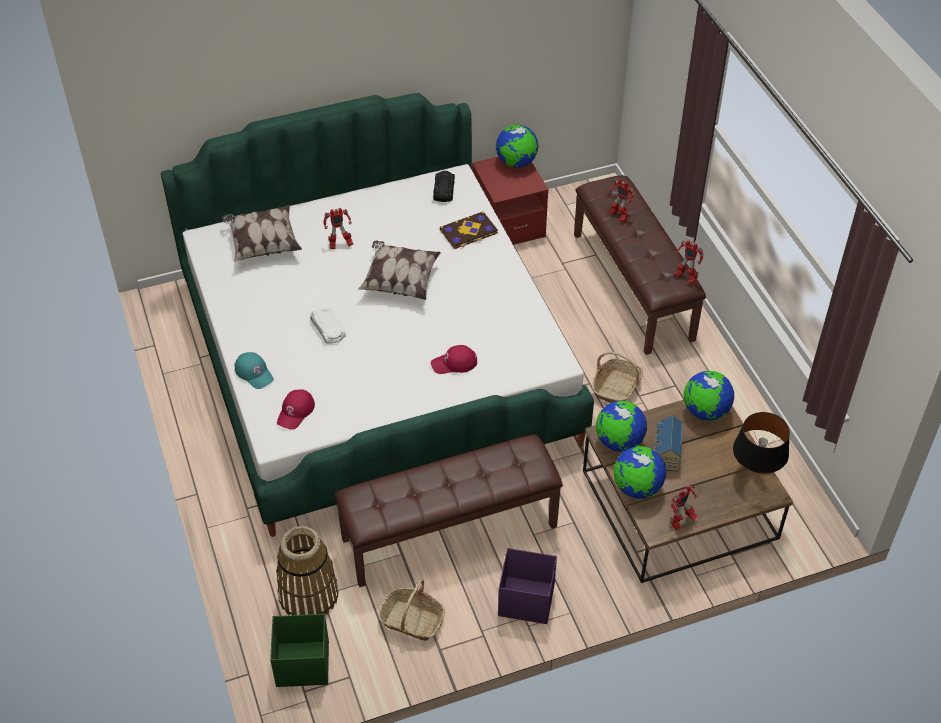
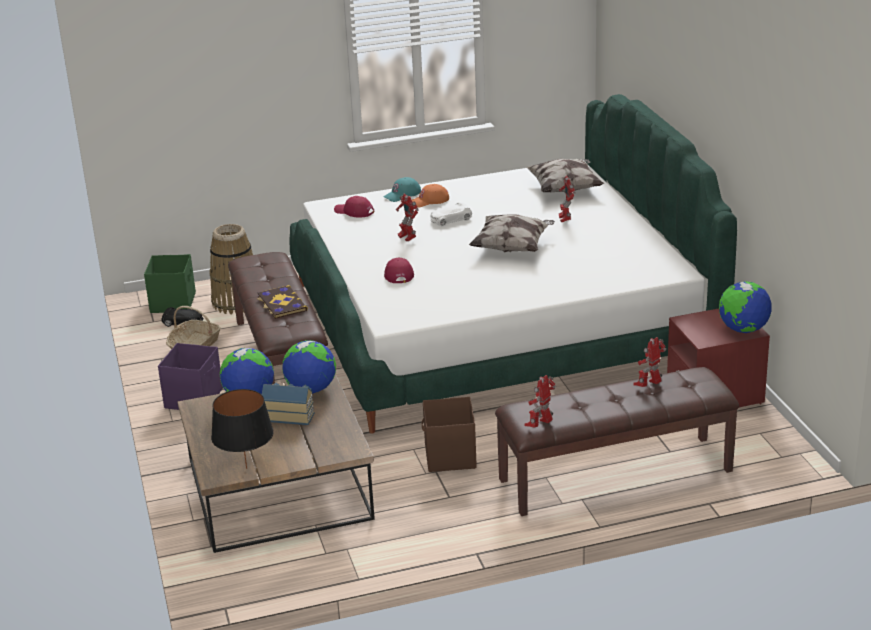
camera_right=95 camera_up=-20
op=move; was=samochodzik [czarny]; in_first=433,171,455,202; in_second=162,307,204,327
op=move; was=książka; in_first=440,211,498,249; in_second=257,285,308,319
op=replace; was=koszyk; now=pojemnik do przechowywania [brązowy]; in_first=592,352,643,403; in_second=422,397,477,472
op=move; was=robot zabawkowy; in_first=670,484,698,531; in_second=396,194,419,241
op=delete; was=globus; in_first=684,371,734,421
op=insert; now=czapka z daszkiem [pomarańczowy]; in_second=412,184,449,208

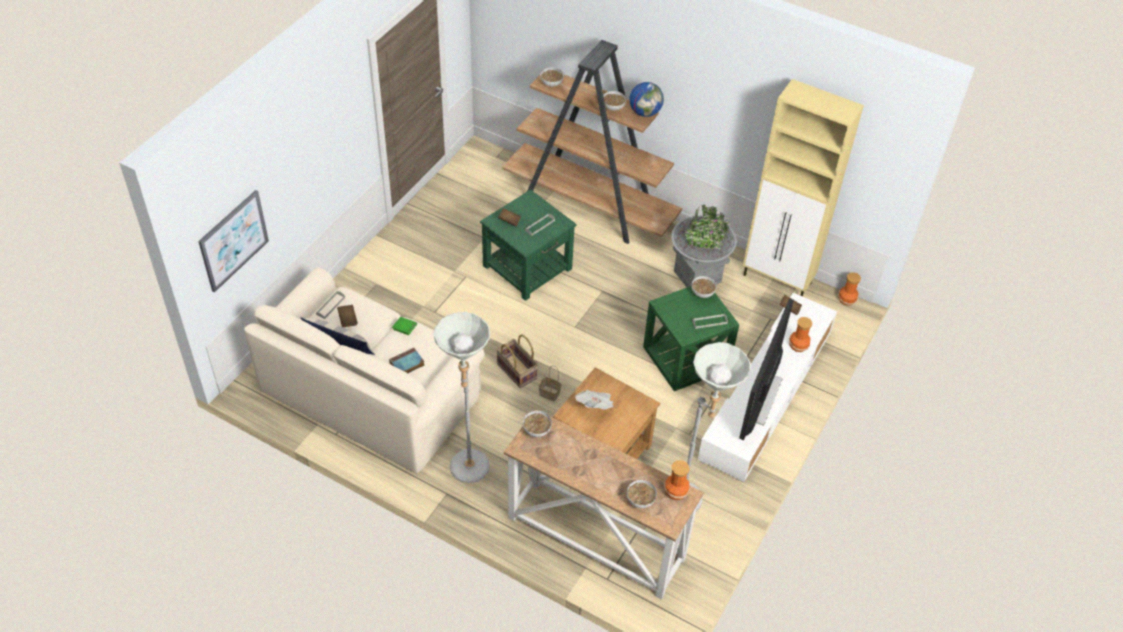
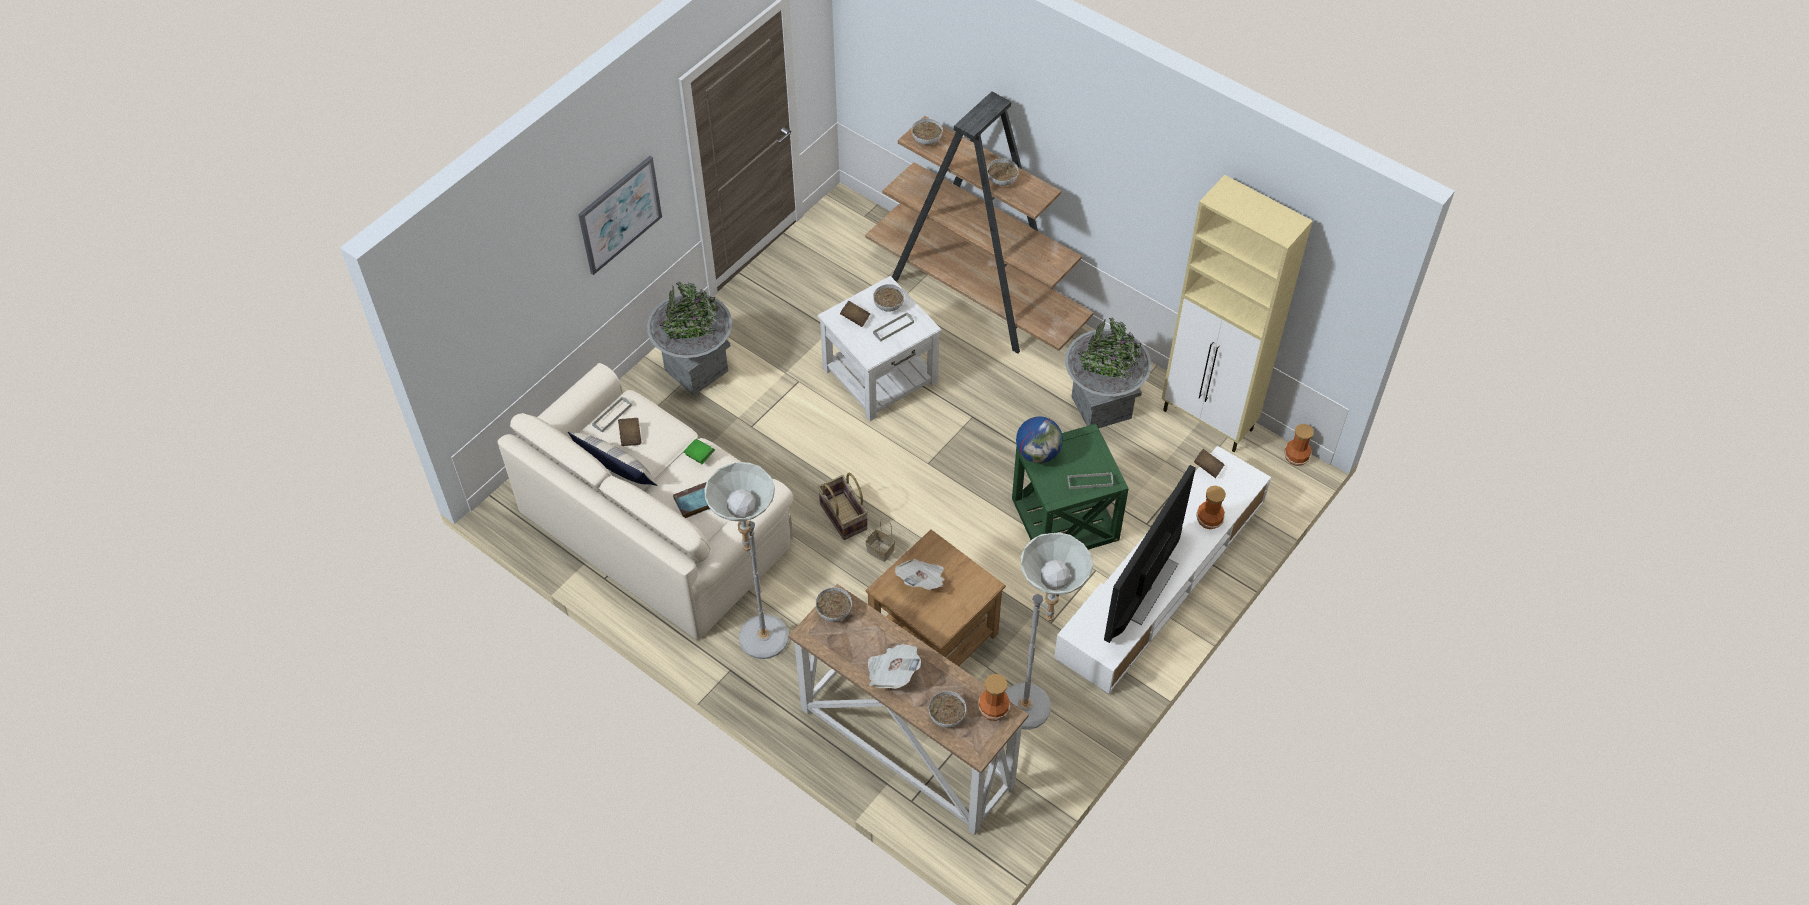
camera_right=10 camera_up=5
op=move; was=obraz; in_first=198,190,269,292; in_second=578,156,662,275
op=recolor; was=stolik [zielony]; now=stolik [biały]; in_first=480,190,577,301; in_second=817,276,942,421
op=move; was=globus; in_first=630,82,664,117; in_second=1016,416,1063,463
op=move; was=miska; in_first=692,276,717,298; in_second=873,284,904,312
op=insert; now=donica [szary]; in_second=647,282,732,396
op=insert; now=gazeta; in_second=868,644,921,689

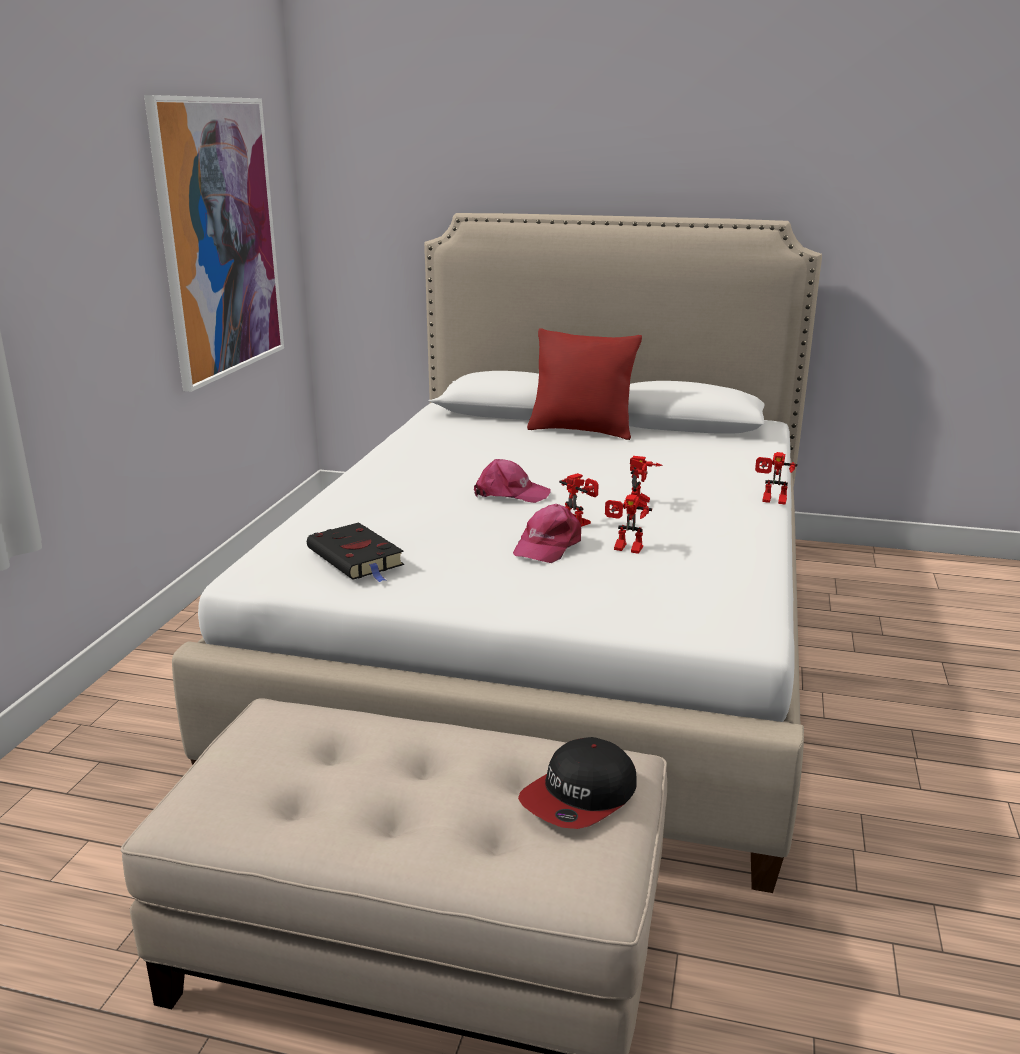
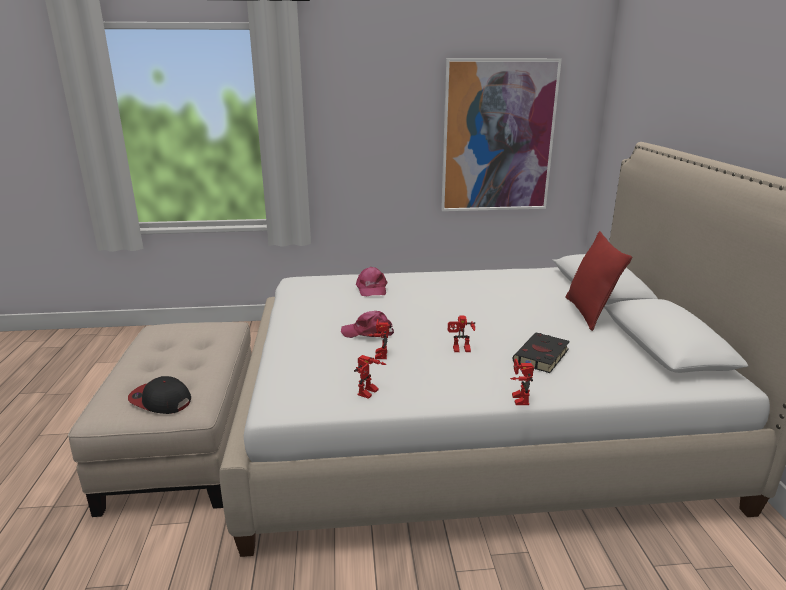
camera_right=70 camera_up=0
op=move; was=książka [czarny]; in_first=307,522,404,582; in_second=513,333,570,373
op=move; was=czapka z daszkiem [różowy]; in_first=474,459,551,503; in_second=356,267,387,296
op=move; was=robot zabawkowy; in_first=559,473,599,527; in_second=354,355,386,399

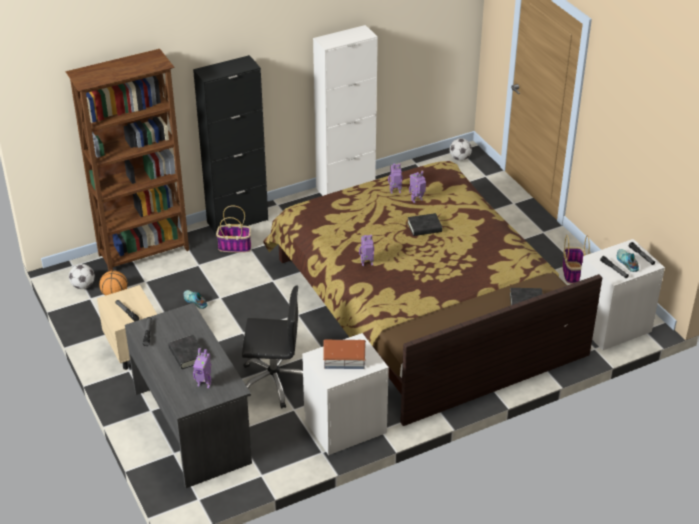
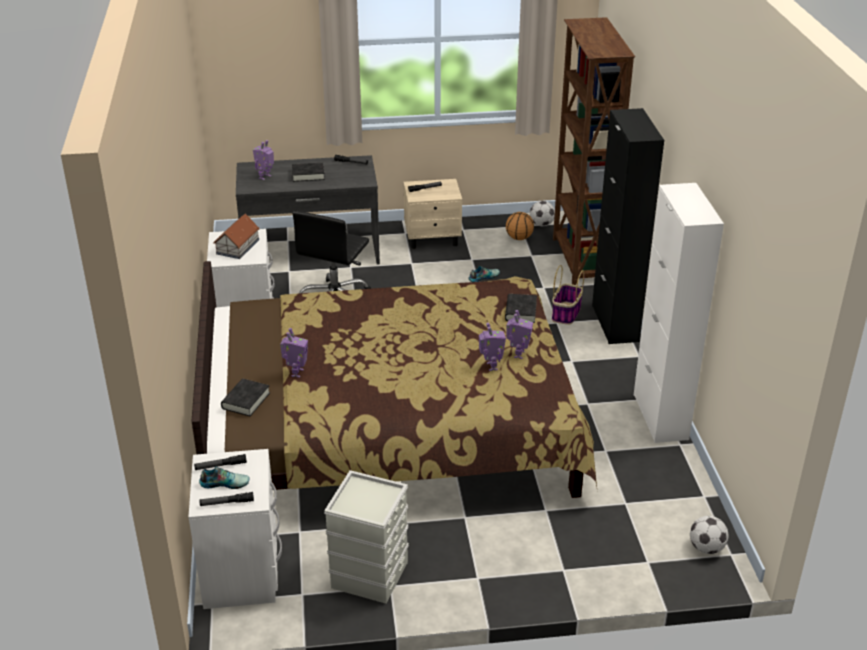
camera_right=110 camera_up=-5
op=move; was=robot zabawkowy; in_first=359,234,374,266; in_second=280,328,308,378
op=move; was=książka [czarny]; in_first=407,213,442,236; in_second=505,294,537,323
op=replace; was=koszyk; now=pojemnik do przechowywania [szary]; in_first=562,235,590,284; in_second=324,470,409,604

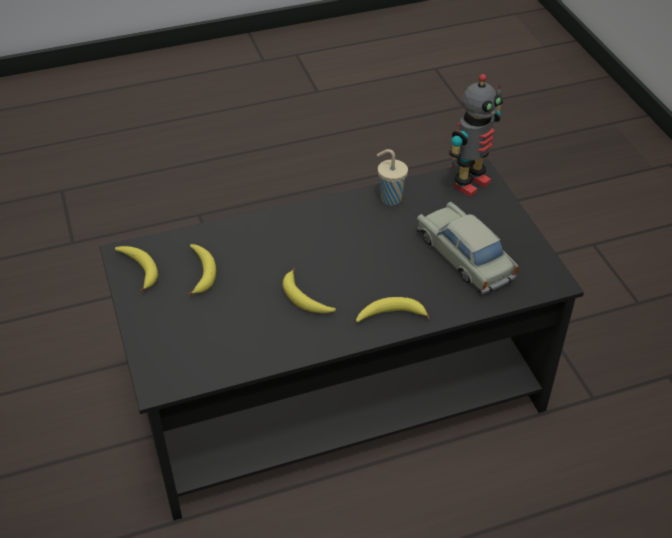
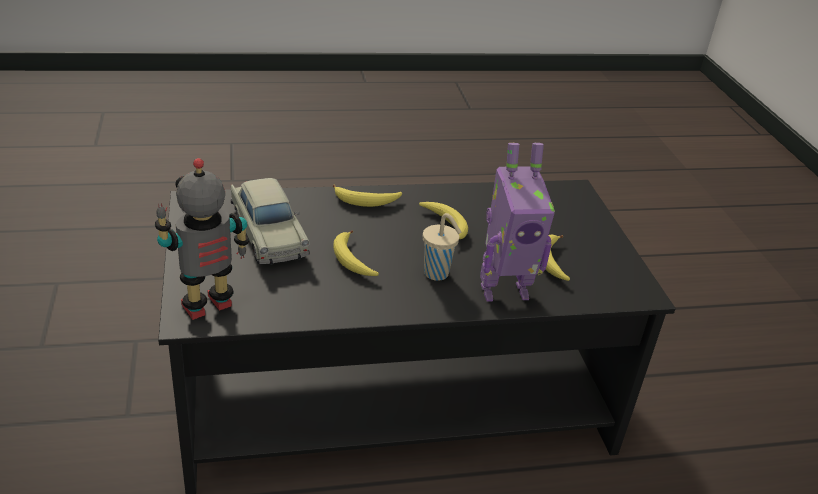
camera_right=-175 camera_up=-10
op=move; was=banan; in_first=115,246,158,292; in_second=333,230,379,276
op=move; was=filiżanka [beżowy]; in_first=377,149,408,206; in_second=423,213,461,281
op=insert; now=robot zabawkowy; in_second=480,143,555,302

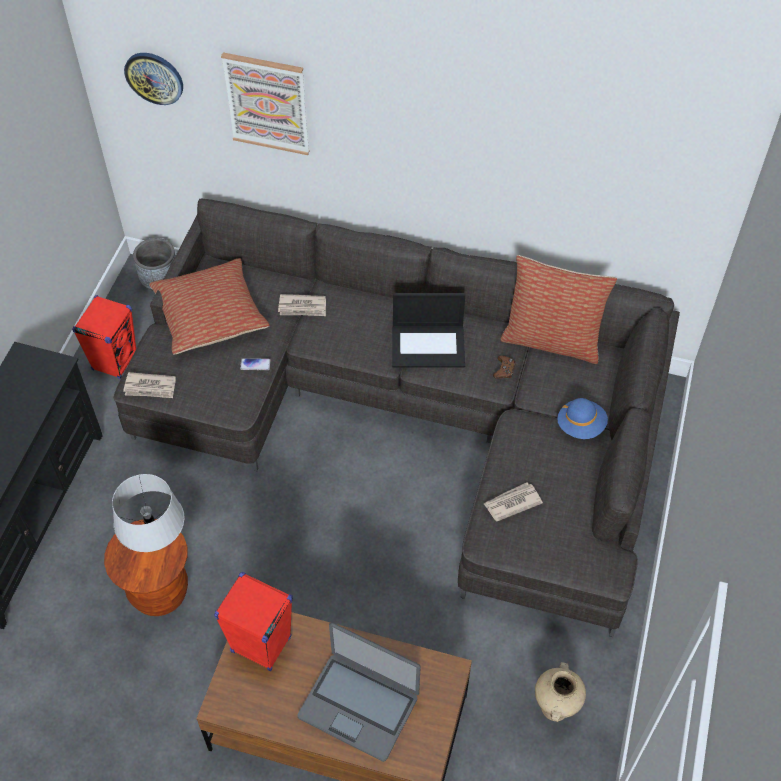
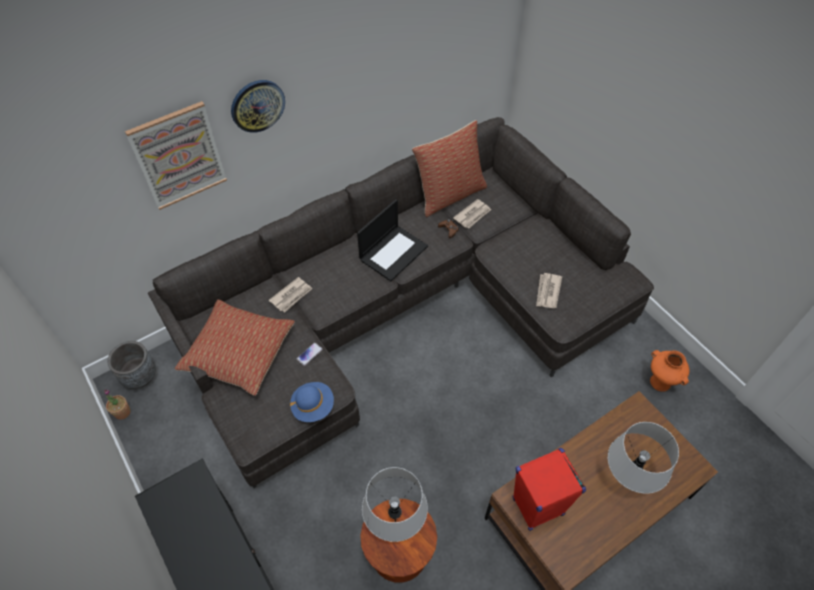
camera_right=-50 camera_up=0
op=delete; was=głośnik [czerwony]; in_first=72,295,136,379
op=move; was=gazeta; in_first=123,372,176,398; in_second=453,199,491,228
op=move; was=zegar ścienny; in_first=124,53,183,105; in_second=231,80,285,133
op=replace; was=laptop; now=lampa stołowa [szary]; in_first=297,623,421,762; in_second=608,422,679,494
op=recolor; was=wazon [beżowy]; now=wazon [pomarańczowy]; in_first=535,662,586,722; in_second=650,350,689,392
op=move; was=kapelusz [niebieski]; in_first=557,398,608,439; in_second=290,382,334,422
op=insert; now=roślina doniczkowa; in_second=104,389,131,420

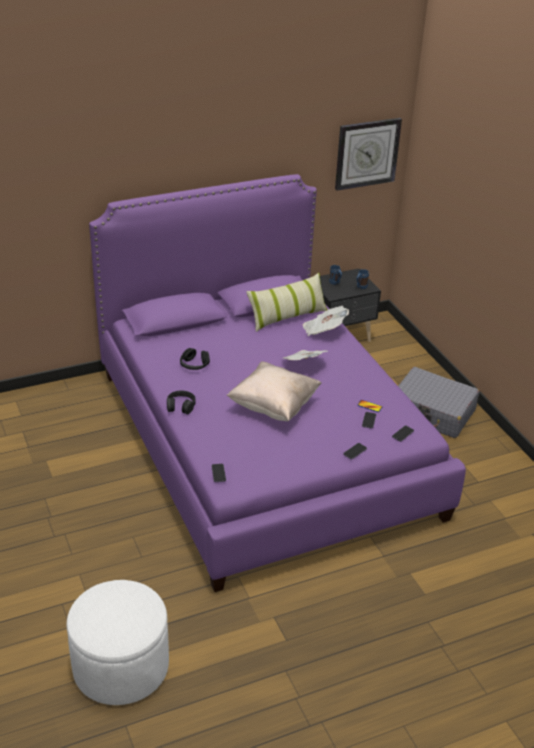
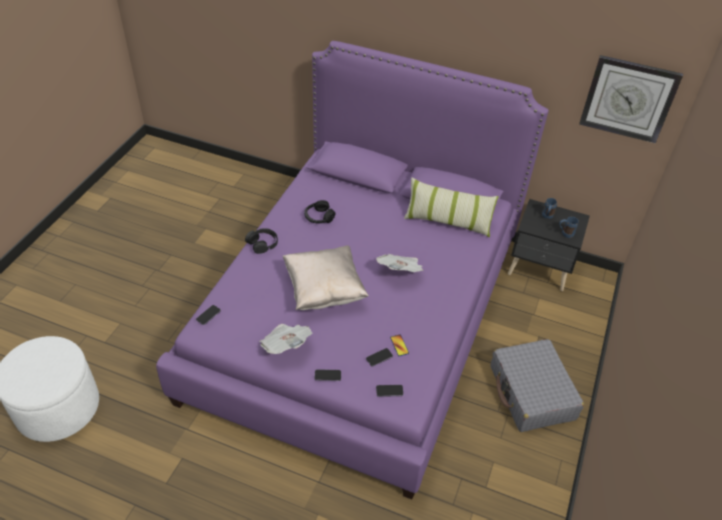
camera_right=45 camera_up=10
op=move; was=gazeta; in_first=303,306,349,336; in_second=259,324,313,354

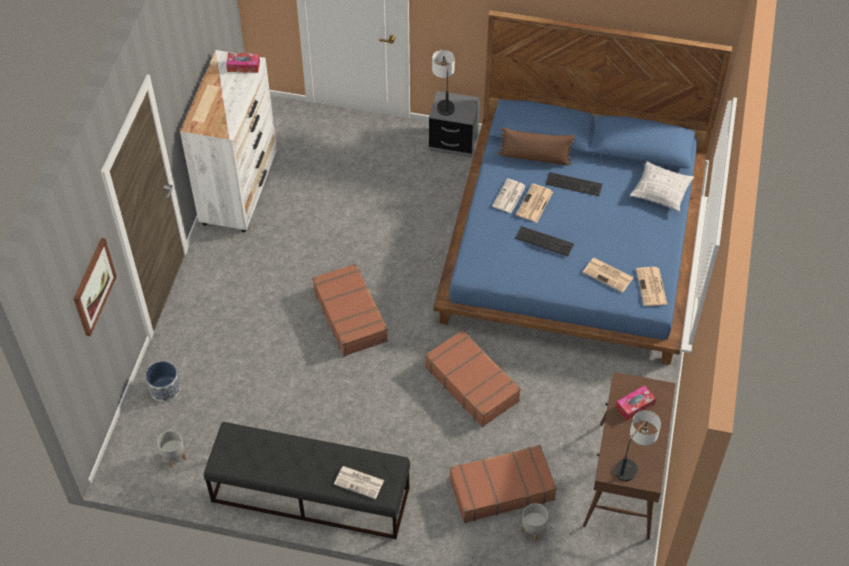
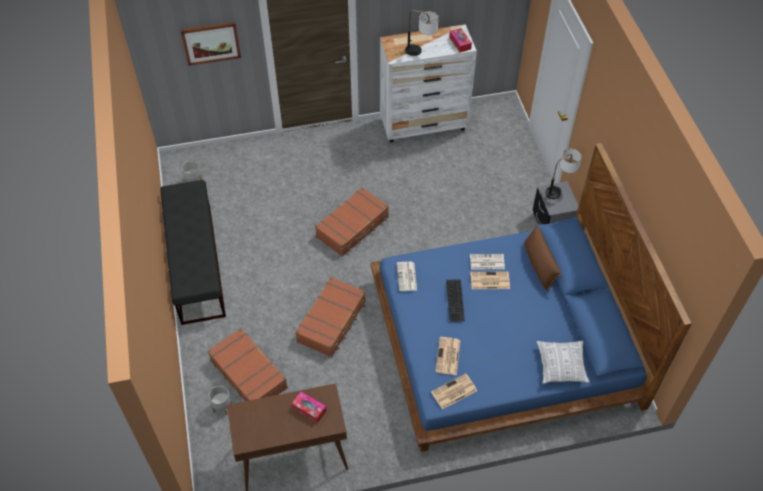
camera_right=65 camera_up=0
op=delete; was=donica; in_first=146,361,181,402
op=move; was=gazeta; in_first=334,466,384,499; in_second=397,262,417,291
op=delete; was=klawiatura; in_first=545,172,603,196
op=move; was=lampa stołowa; in_first=614,410,661,481; in_second=405,10,439,56

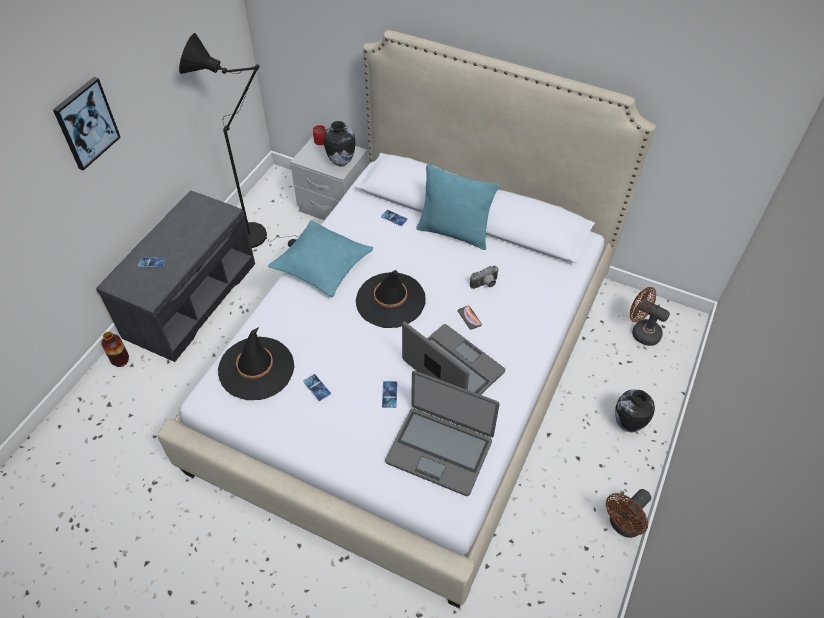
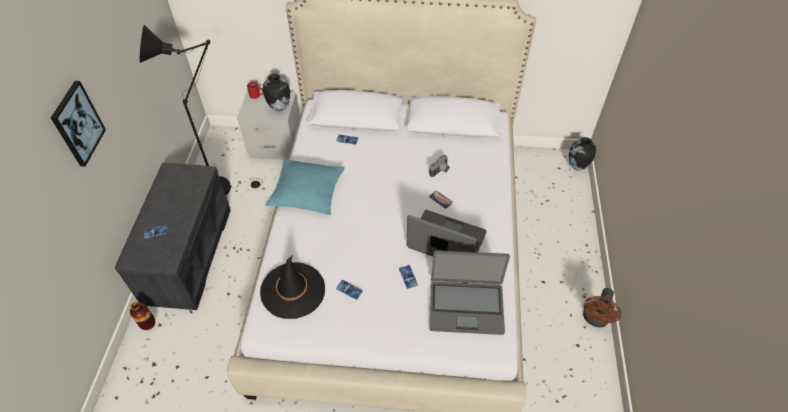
camera_right=-20 camera_up=0
op=delete; was=kapelusz [czarny]; in_first=356,270,426,328
op=delete; was=poduszka [turkusowy]; in_first=416,164,499,250
op=move; was=wazon; in_first=615,389,655,433; in_second=569,137,596,171
op=delete; was=wentylator [brązowy]; in_first=630,287,670,346

